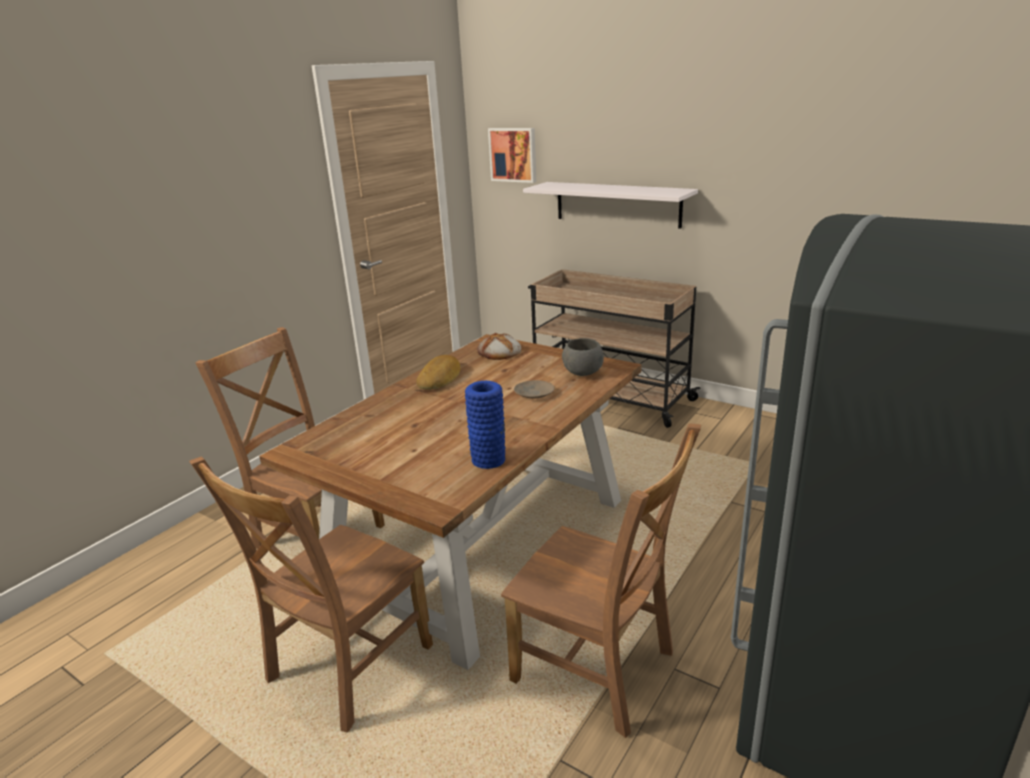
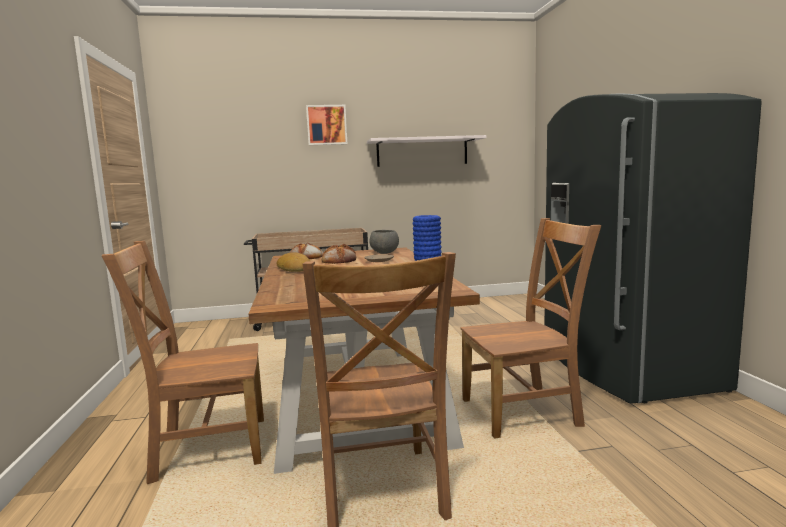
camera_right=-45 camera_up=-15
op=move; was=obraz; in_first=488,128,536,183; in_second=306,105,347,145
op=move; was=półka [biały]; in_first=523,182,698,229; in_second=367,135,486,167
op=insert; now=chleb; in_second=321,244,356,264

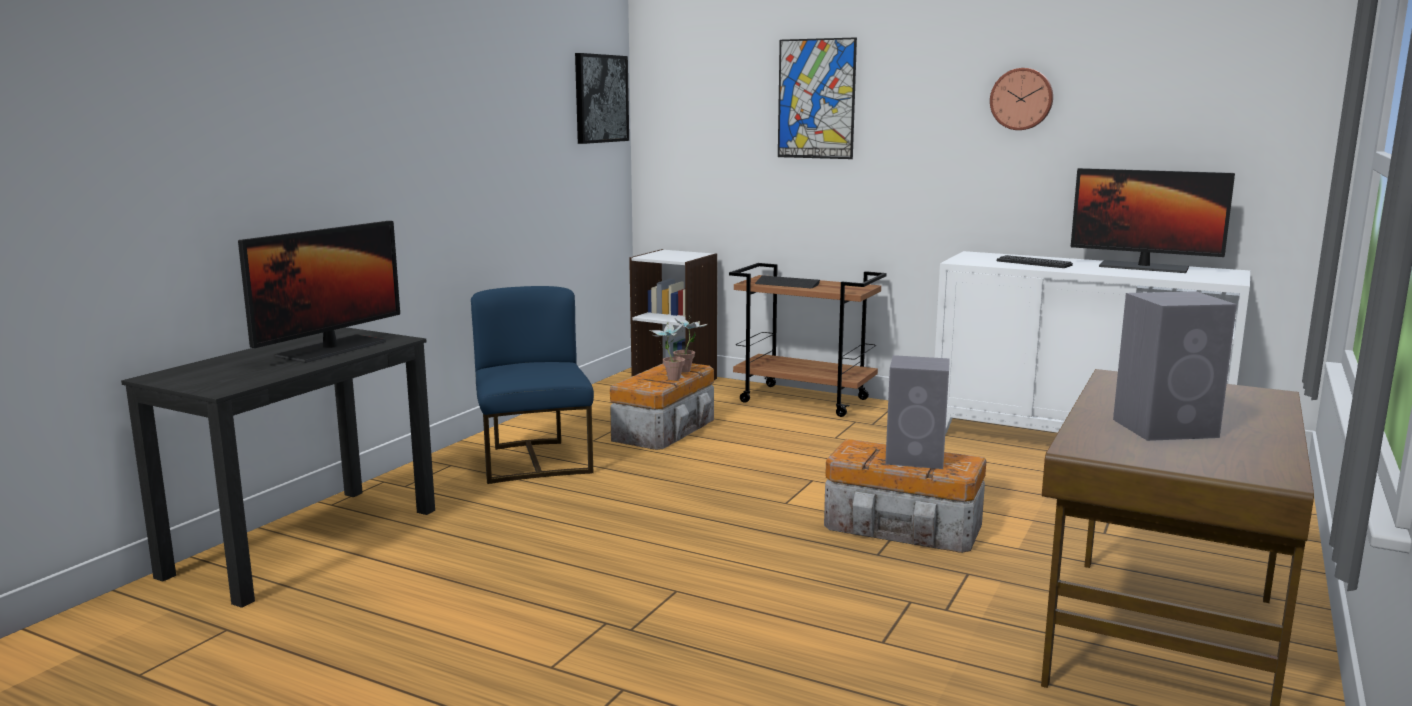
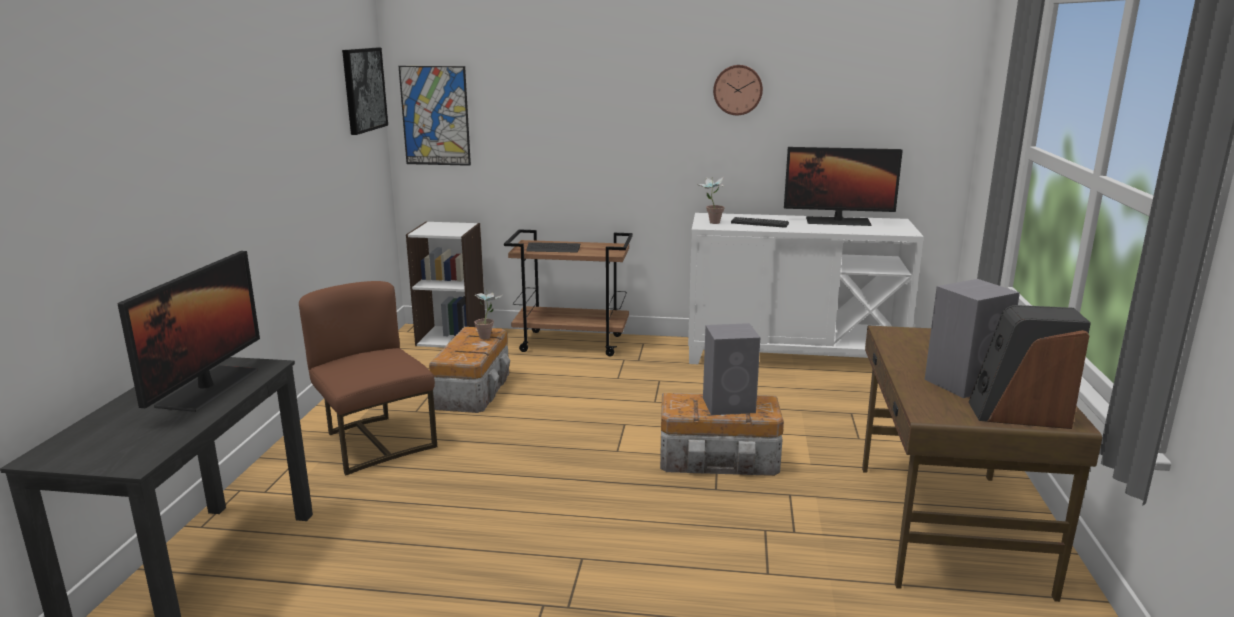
camera_right=-20 camera_up=5
op=recolor; was=krzesło [niebieski]; now=krzesło [brązowy]; in_first=471,286,594,484; in_second=299,281,437,475
op=move; was=roślina doniczkowa; in_first=650,322,685,380; in_second=697,176,725,224
op=move; was=obraz; in_first=778,37,857,159; in_second=399,66,471,166
op=insert; now=głośnik; in_second=969,305,1091,429

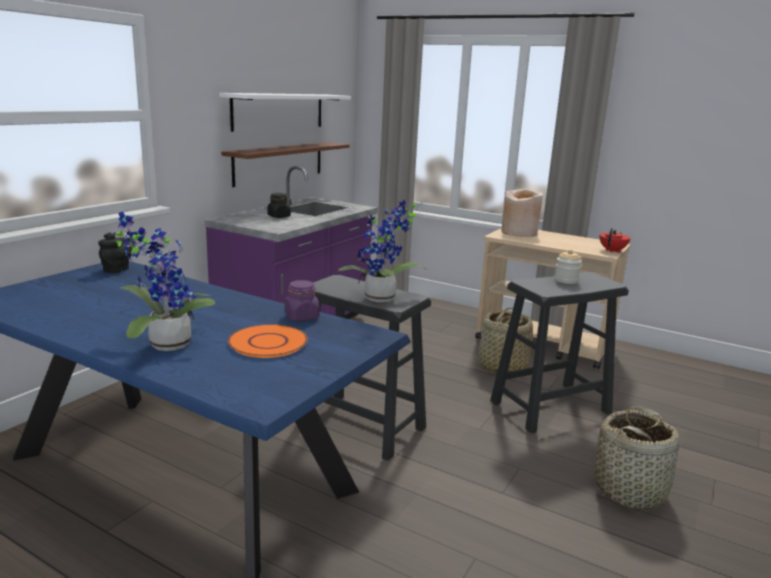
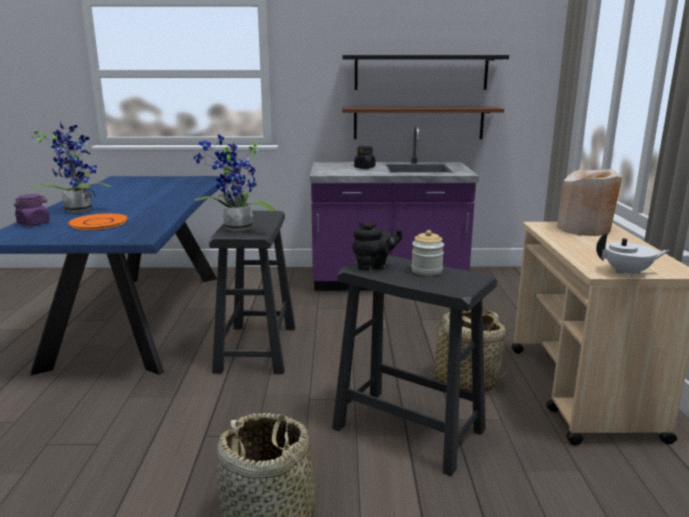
camera_right=60 camera_up=0
op=move; was=imbryk [czarny]; in_first=98,232,133,273; in_second=352,221,402,270
op=recolor; was=półka [biały]; now=półka [czarny]; in_first=219,93,351,132; in_second=342,55,509,90
op=move; was=słoik [fioletowy]; in_first=284,280,320,321; in_second=14,194,50,226
op=recolor; was=imbryk [czerwony]; now=imbryk [biały]; in_first=600,228,630,253; in_second=596,232,670,277

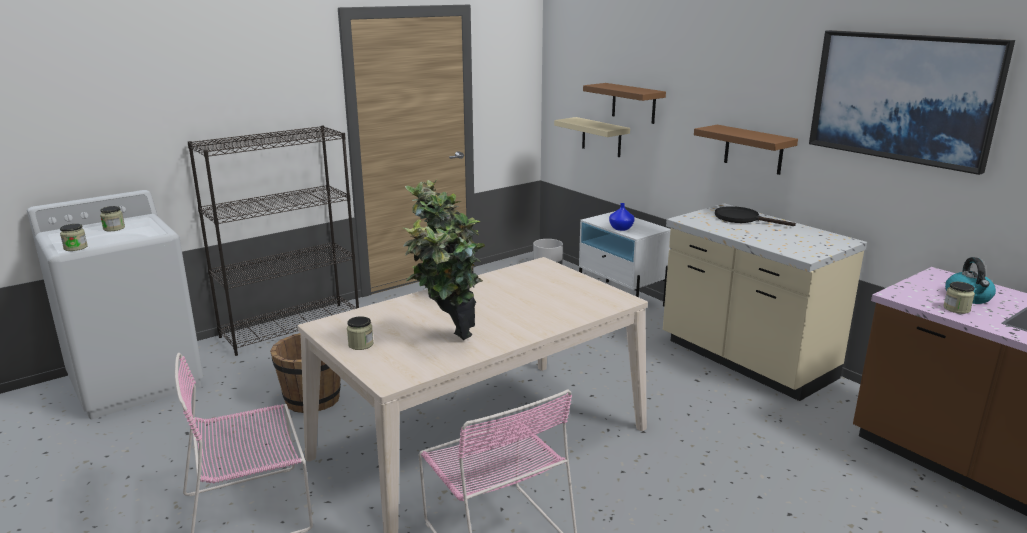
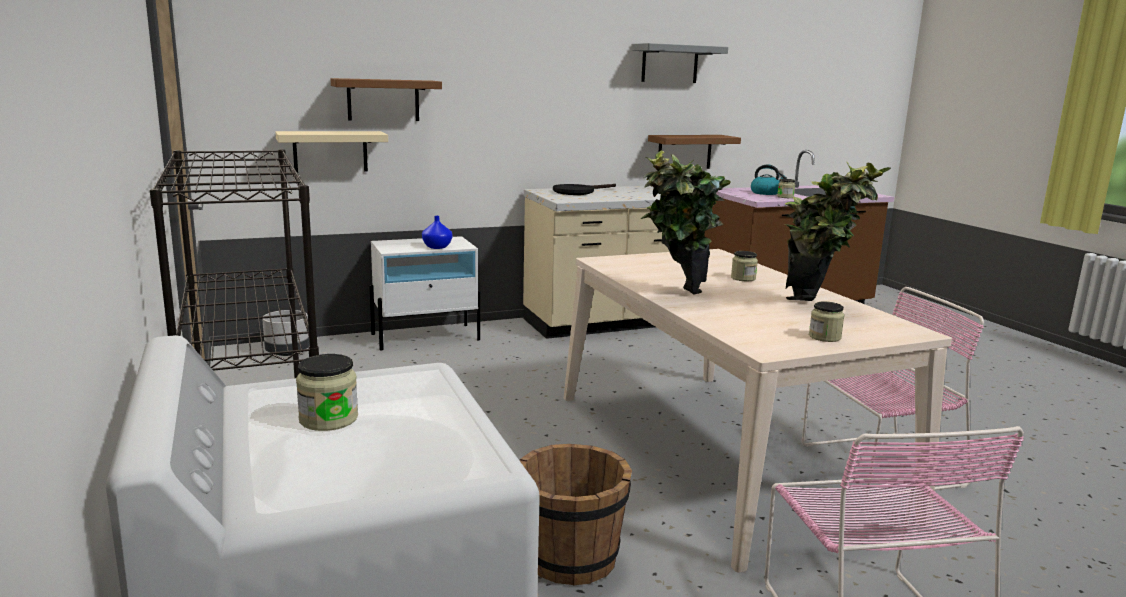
camera_right=-75 camera_up=-5
op=move; was=słoik; in_first=60,224,88,251; in_second=731,251,758,281
op=move; was=półka [brązowy]; in_first=694,125,798,175; in_second=648,135,741,169
op=replace; was=obraz; now=półka [szary]; in_first=809,30,1015,175; in_second=631,43,728,83

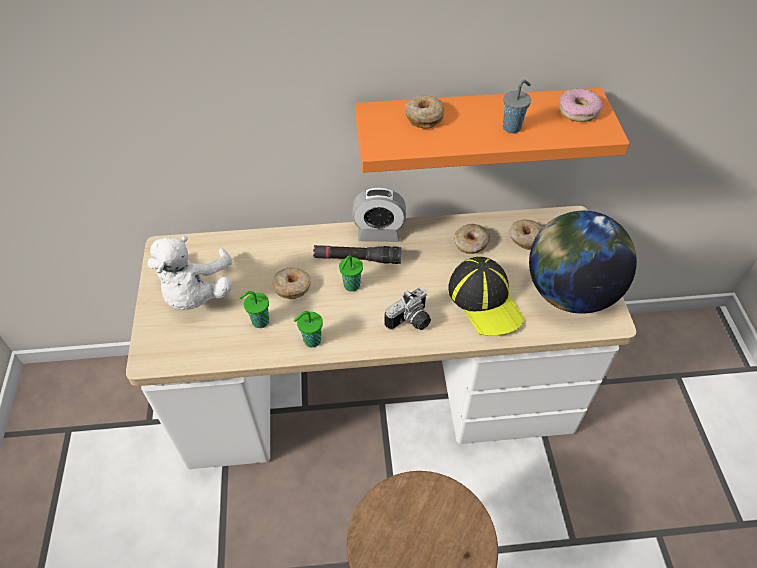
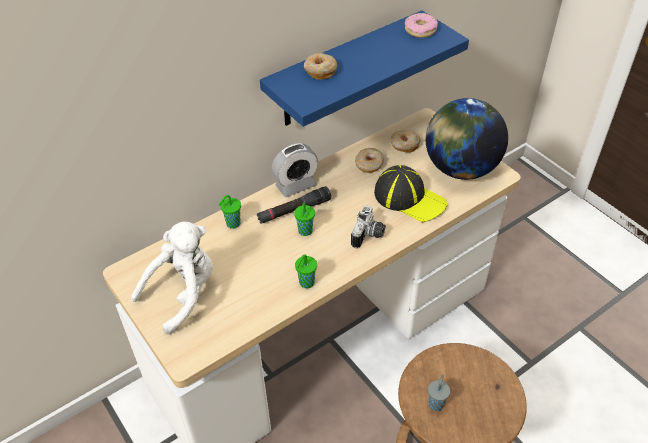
camera_right=-30 camera_up=-5
op=rotate; was=pluszak [biały]; in_first=148,236,233,310; in_second=131,222,213,334; clockwise=-105
op=move; was=filiżanka [zielony]; in_first=239,291,269,328; in_second=218,195,241,229
op=delete; was=donut; in_first=272,267,311,299
op=recolor; was=półka [pomarańczowy]; now=półka [niebieski]; in_first=355,88,630,173; in_second=260,10,469,127
op=move; was=filiżanka [szary]; in_first=503,80,531,133; in_second=428,375,450,411

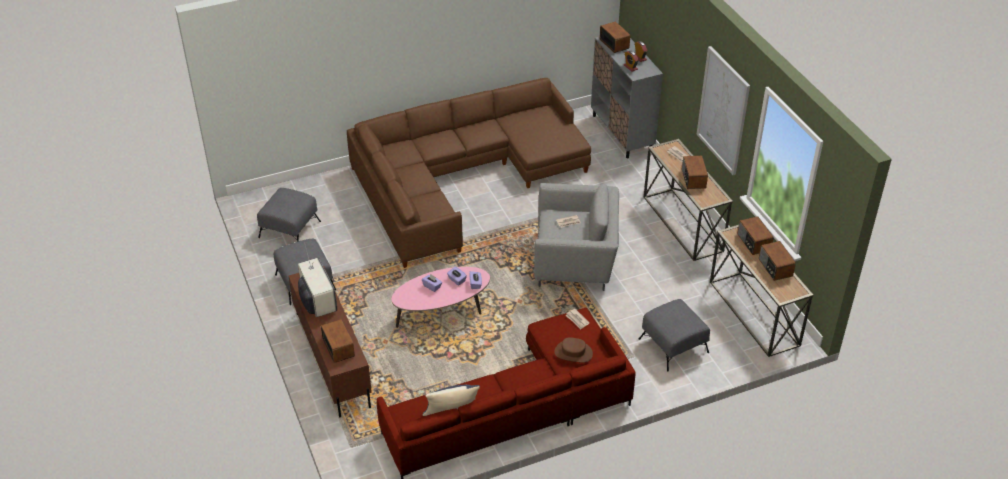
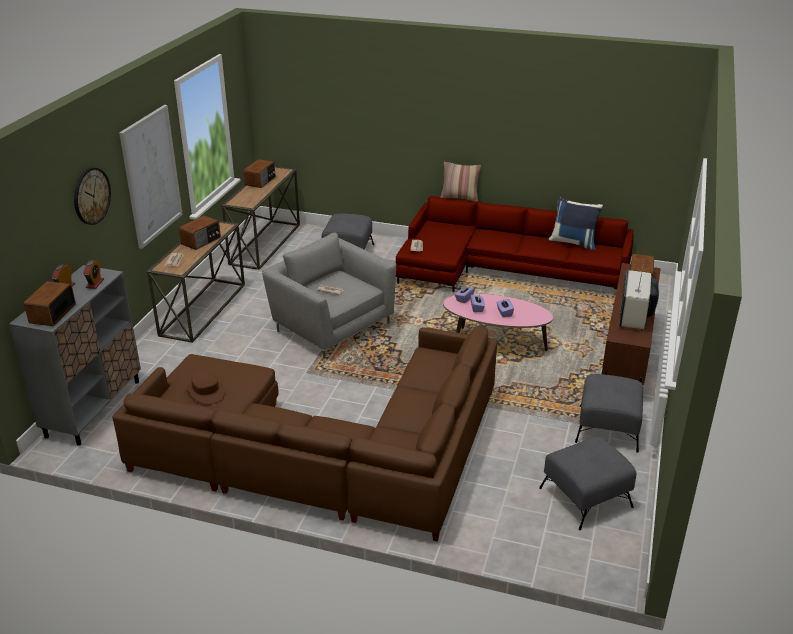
camera_right=-140 camera_up=-10
op=move; was=kapelusz [brązowy]; in_first=554,337,593,363; in_second=186,371,225,405
op=delete; was=radio; in_first=737,216,774,255
op=insert; now=zegar ścienny; in_second=74,168,111,225
op=insert; now=poduszka; in_second=441,162,481,202

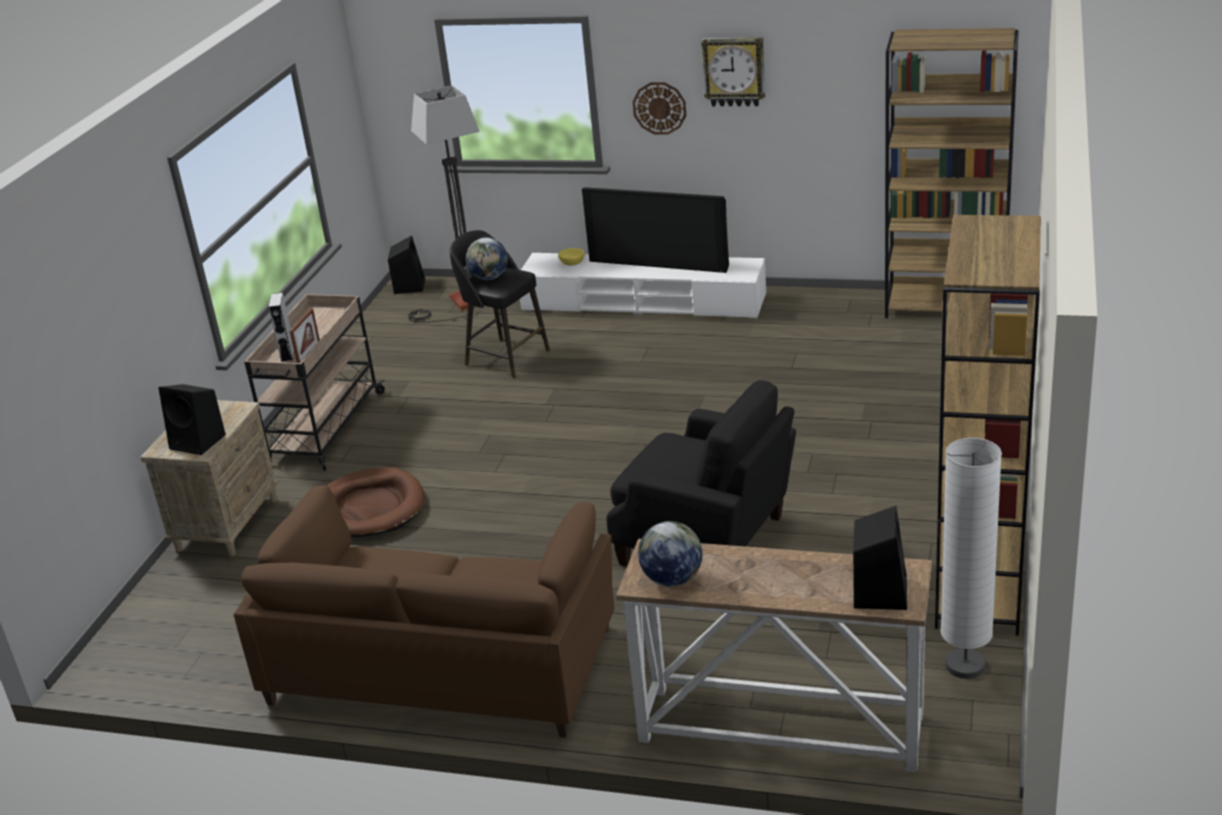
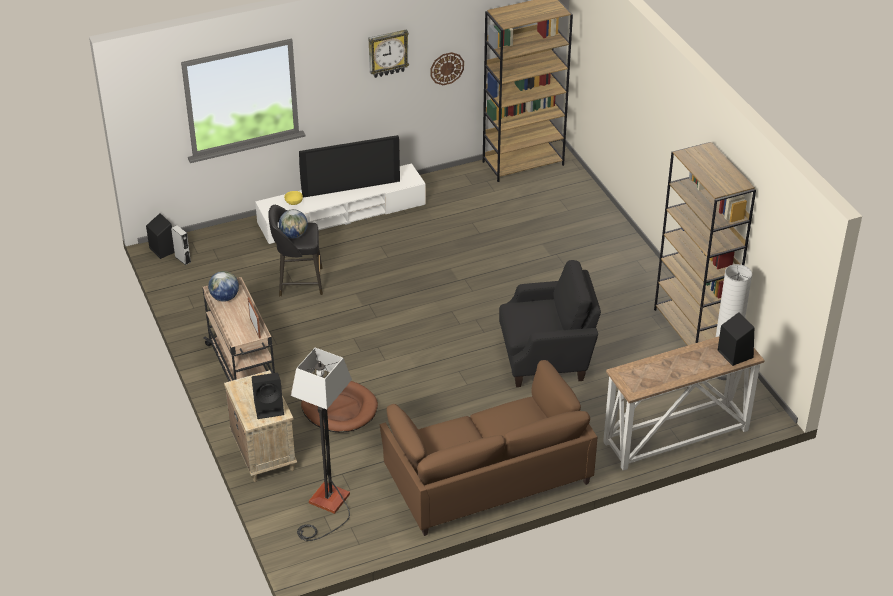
camera_right=-40 camera_up=10
op=move; was=głośnik [szary]; in_first=269,293,294,362; in_second=171,225,191,265
op=move; was=lampa stojąca; in_first=408,85,480,323; in_second=291,348,352,541
op=move; was=zegar ścienny; in_first=633,82,686,134; in_second=430,52,464,85
op=move; was=globus; in_first=638,521,703,586; in_second=208,271,239,302

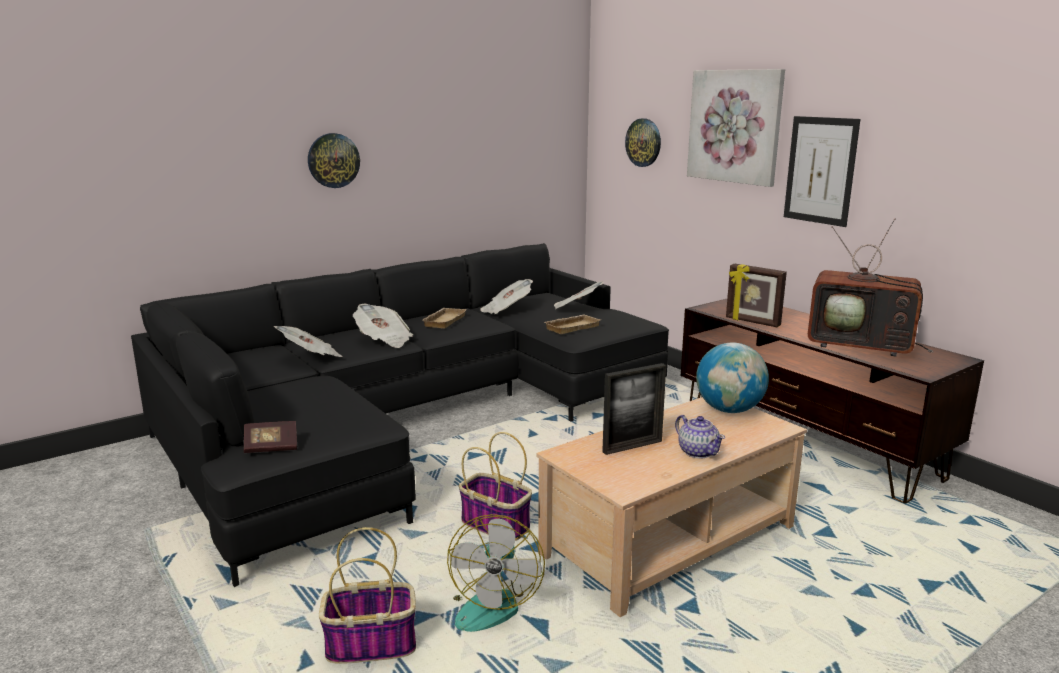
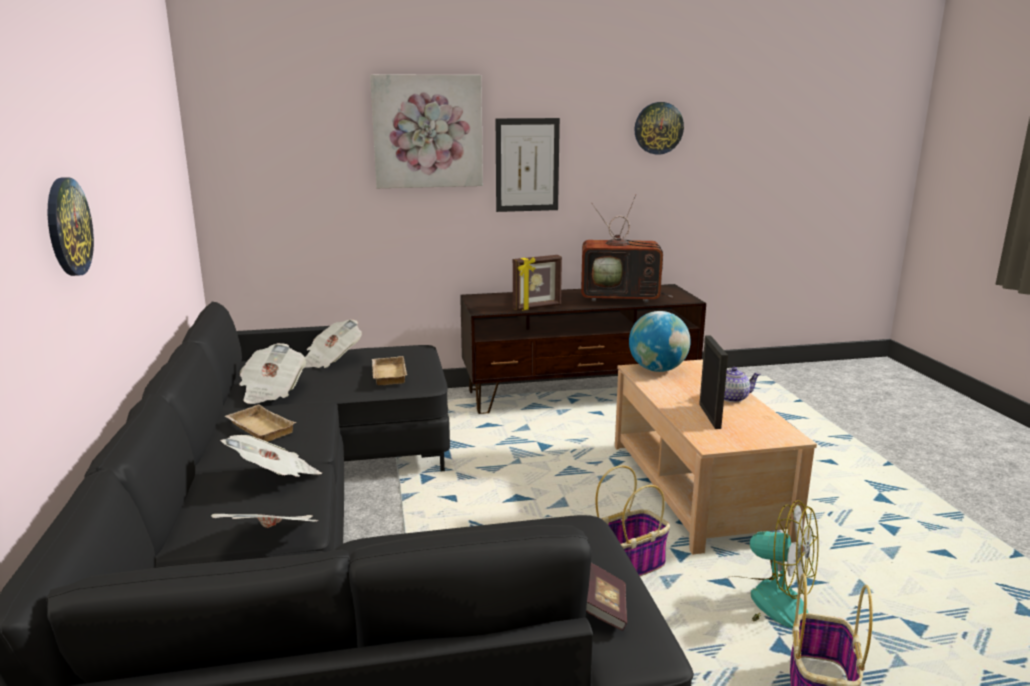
camera_right=-65 camera_up=0
op=move; was=zegar ścienny; in_first=625,118,661,167; in_second=635,102,684,155
op=rotate; was=telewizor; in_first=808,218,934,357; in_second=581,194,673,302; clockwise=45

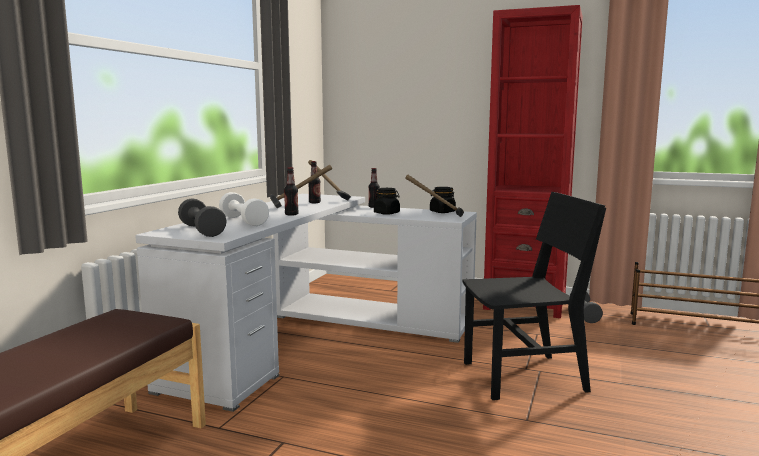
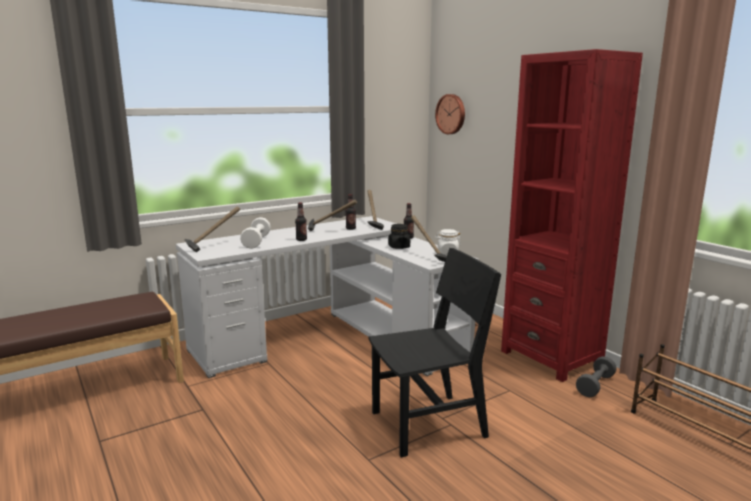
camera_right=35 camera_up=5
op=replace; was=hantel [szary]; now=młotek; in_first=178,198,227,237; in_second=184,206,240,252
op=recolor; was=słoik [czarny]; now=słoik [biały]; in_first=430,187,456,213; in_second=435,229,461,255
op=rotate; was=krzesło [czarny]; in_first=463,192,606,400; in_second=368,248,501,457; clockwise=-45
op=insert; now=zegar ścienny; in_second=435,94,465,134

